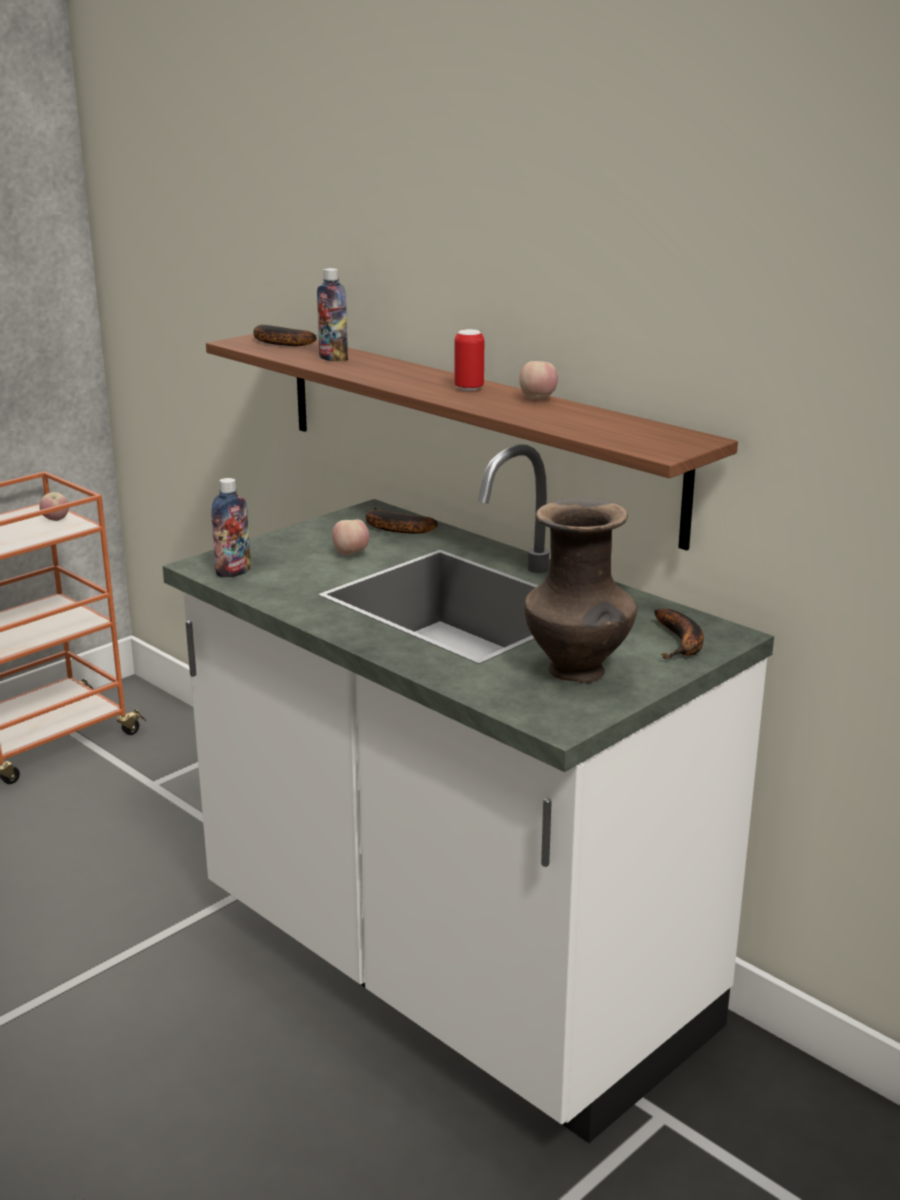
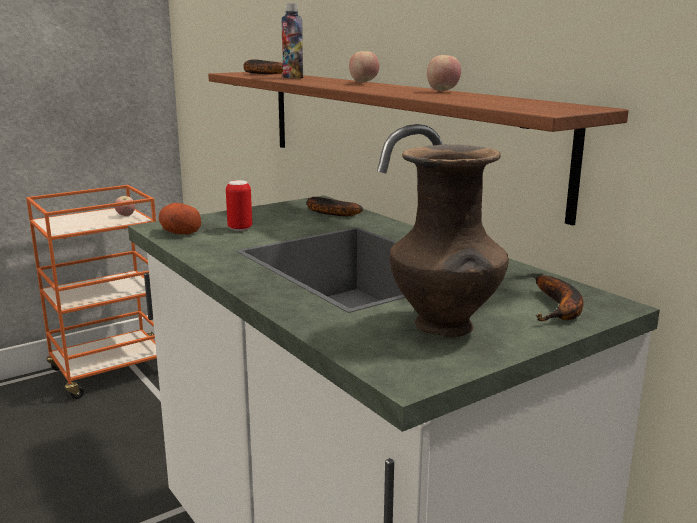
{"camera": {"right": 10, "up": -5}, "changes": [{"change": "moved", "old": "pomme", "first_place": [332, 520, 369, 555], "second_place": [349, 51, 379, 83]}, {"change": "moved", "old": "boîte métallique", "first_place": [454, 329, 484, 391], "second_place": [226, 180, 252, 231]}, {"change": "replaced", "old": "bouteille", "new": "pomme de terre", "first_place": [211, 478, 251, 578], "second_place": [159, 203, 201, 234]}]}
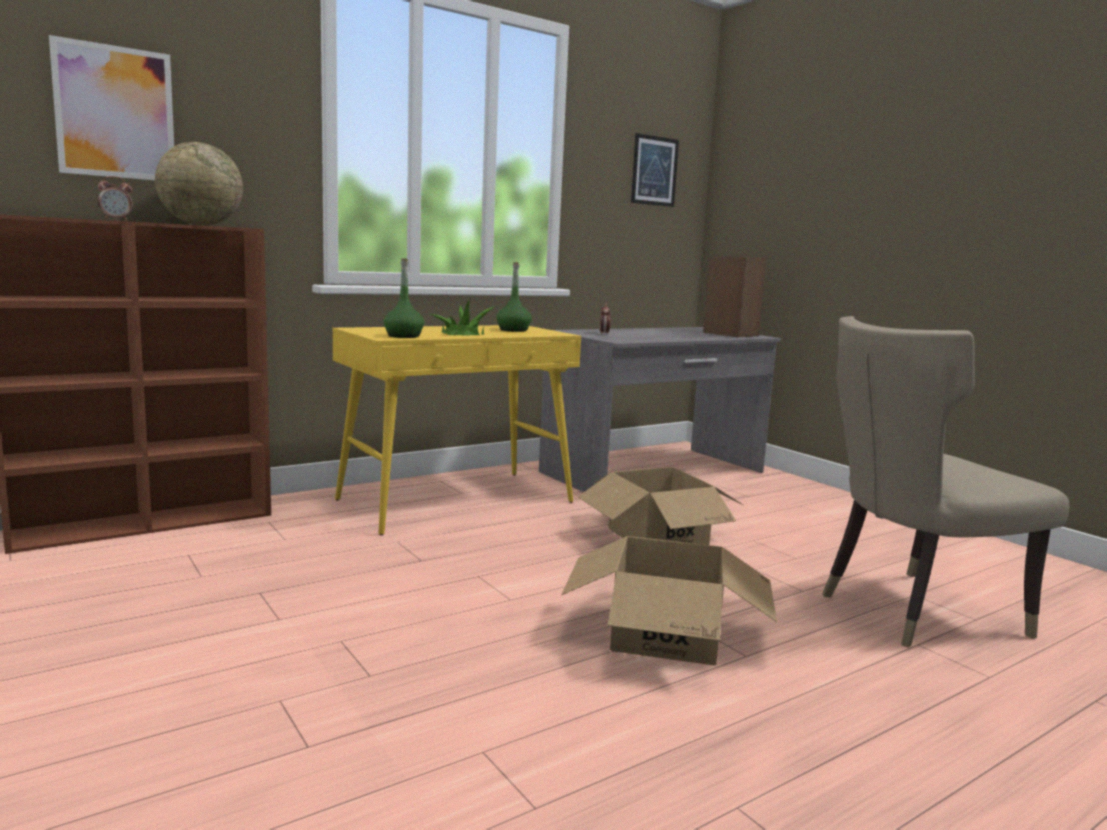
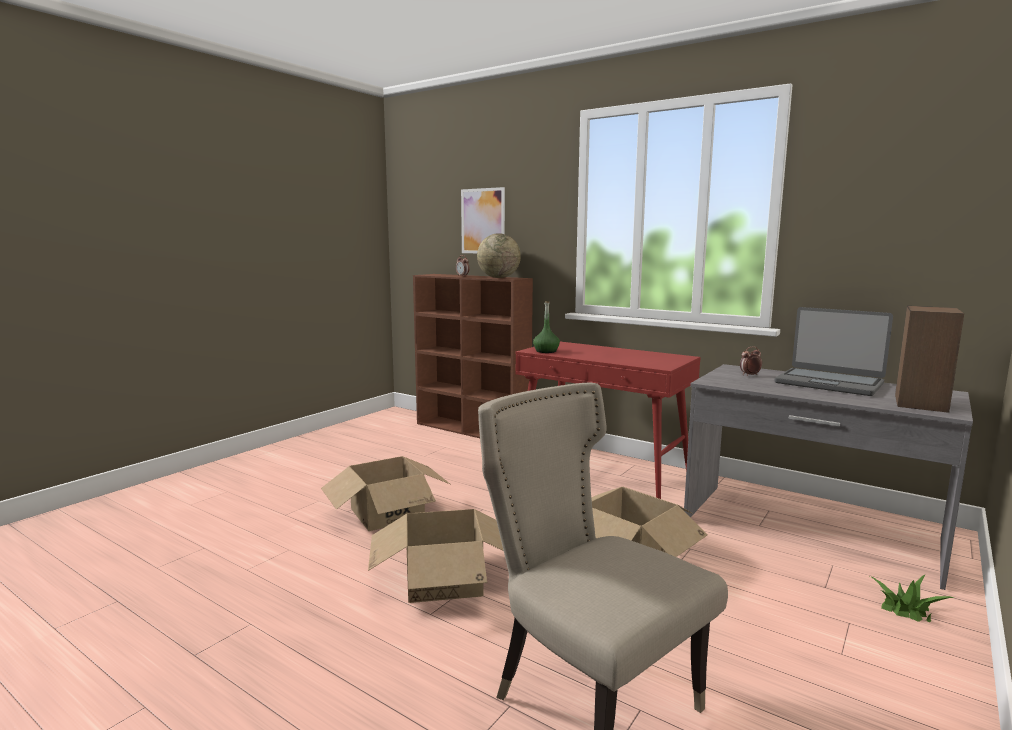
{"camera": {"right": 70, "up": 0}, "changes": [{"change": "removed", "old": "bouteille (vert)", "first_place": [497, 262, 532, 332]}, {"change": "removed", "old": "tableau", "first_place": [631, 133, 679, 207]}, {"change": "added", "new": "carton", "second_place": [321, 456, 450, 531]}, {"change": "added", "new": "ordinateur portable", "second_place": [775, 307, 893, 396]}, {"change": "moved", "old": "plante en pot", "first_place": [430, 299, 494, 336], "second_place": [870, 574, 955, 622]}, {"change": "recoloured", "old": "table console (jaune)", "new": "table console (rouge)", "first_place": [332, 325, 581, 535], "second_place": [515, 342, 700, 499]}]}
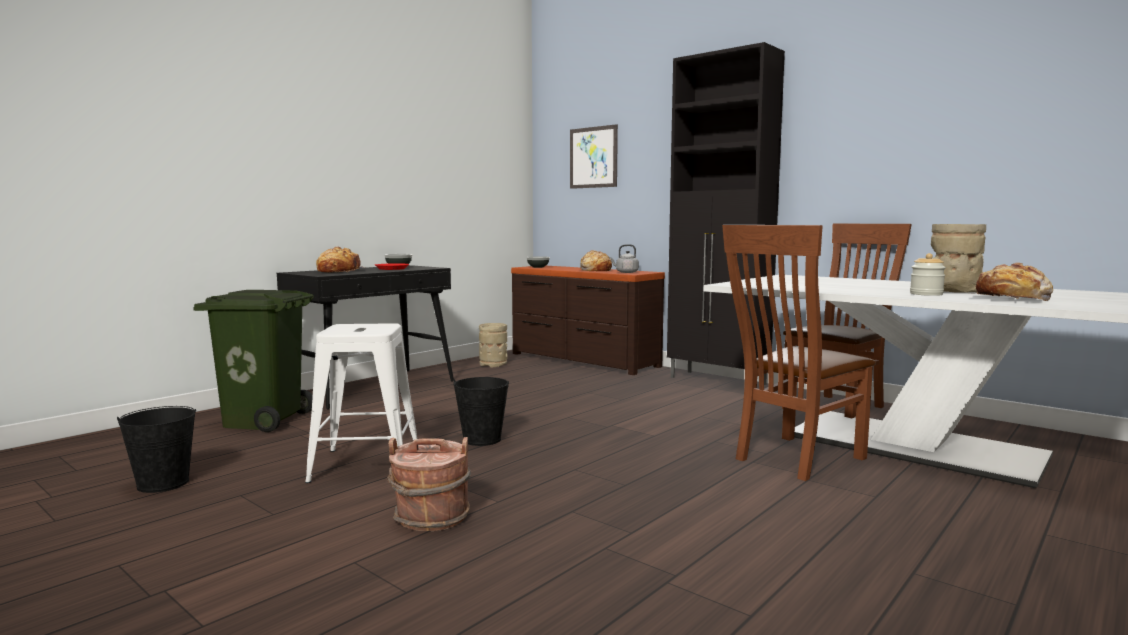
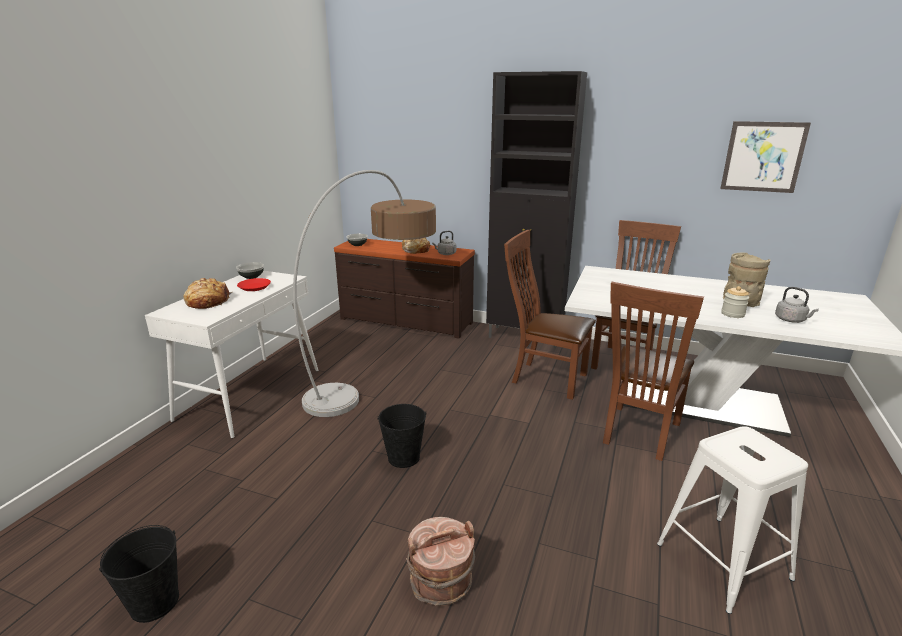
{"camera": {"right": -20, "up": 15}, "changes": [{"change": "removed", "old": "poubelle (vert)", "first_place": [193, 290, 314, 432]}, {"change": "removed", "old": "vase (beige)", "first_place": [479, 323, 508, 367]}, {"change": "added", "new": "lampadaire", "second_place": [293, 170, 436, 417]}, {"change": "added", "new": "chaise (marron)", "second_place": [504, 230, 596, 400]}, {"change": "moved", "old": "tabouret (blanc)", "first_place": [305, 323, 417, 483], "second_place": [657, 426, 808, 614]}, {"change": "moved", "old": "tableau", "first_place": [570, 124, 618, 189], "second_place": [720, 121, 811, 193]}, {"change": "replaced", "old": "pain", "new": "bouilloire (gris)", "first_place": [970, 262, 1053, 301], "second_place": [775, 287, 819, 323]}, {"change": "recoloured", "old": "table console (noir)", "new": "table console (blanc)", "first_place": [277, 265, 454, 410], "second_place": [145, 271, 319, 438]}]}
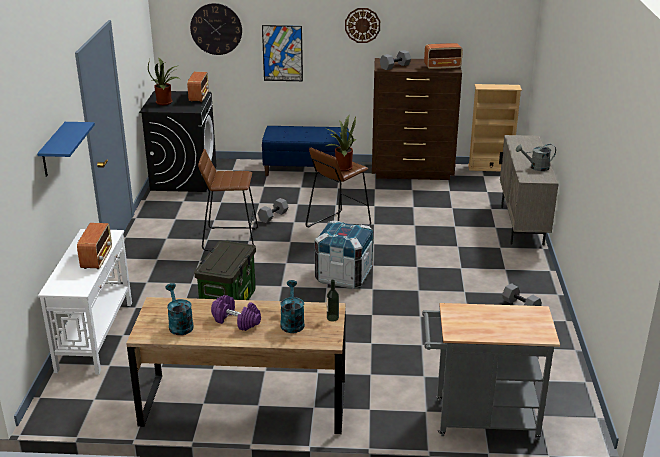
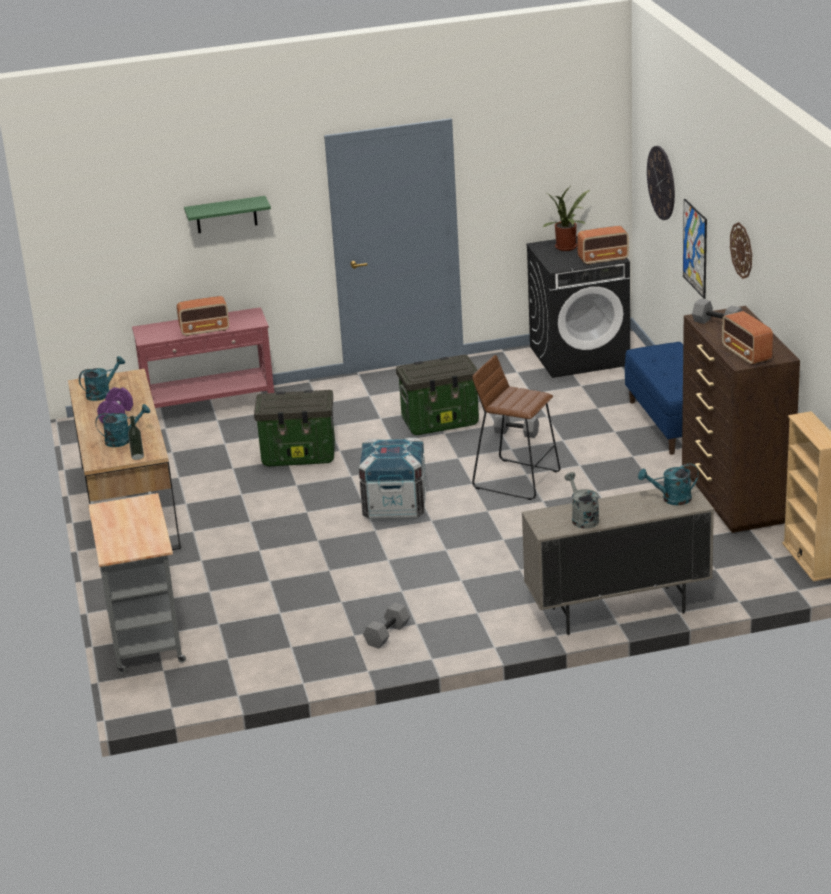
{"camera": {"right": 75, "up": 0}, "changes": [{"change": "removed", "old": "plante en pot", "first_place": [326, 115, 356, 171]}, {"change": "added", "new": "arrosoir (turquoise)", "second_place": [638, 463, 699, 505]}, {"change": "replaced", "old": "tabouret (marron)", "new": "boîte de rangement", "first_place": [198, 149, 258, 251], "second_place": [396, 355, 479, 435]}, {"change": "recoloured", "old": "étagère (bleu)", "new": "étagère (vert)", "first_place": [37, 122, 95, 177], "second_place": [184, 196, 271, 233]}, {"change": "recoloured", "old": "table console (blanc)", "new": "table console (rouge)", "first_place": [38, 229, 132, 375], "second_place": [132, 307, 274, 408]}]}
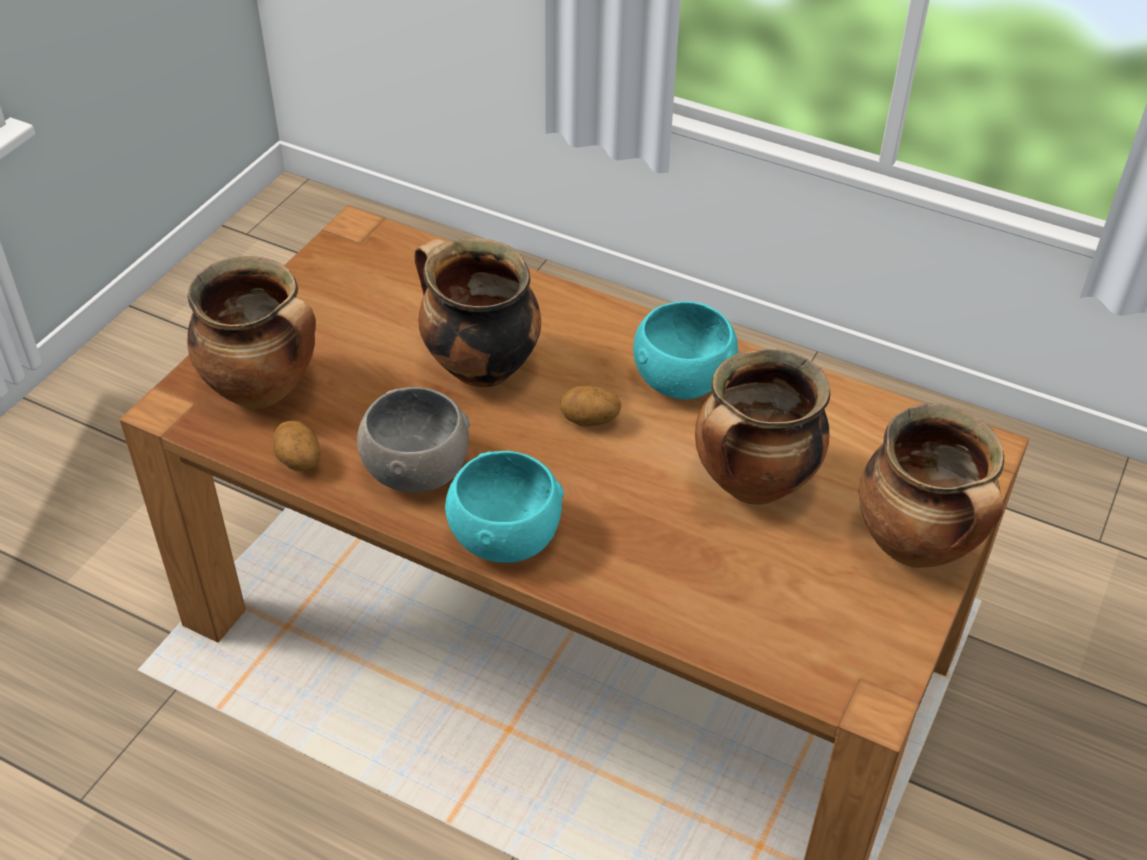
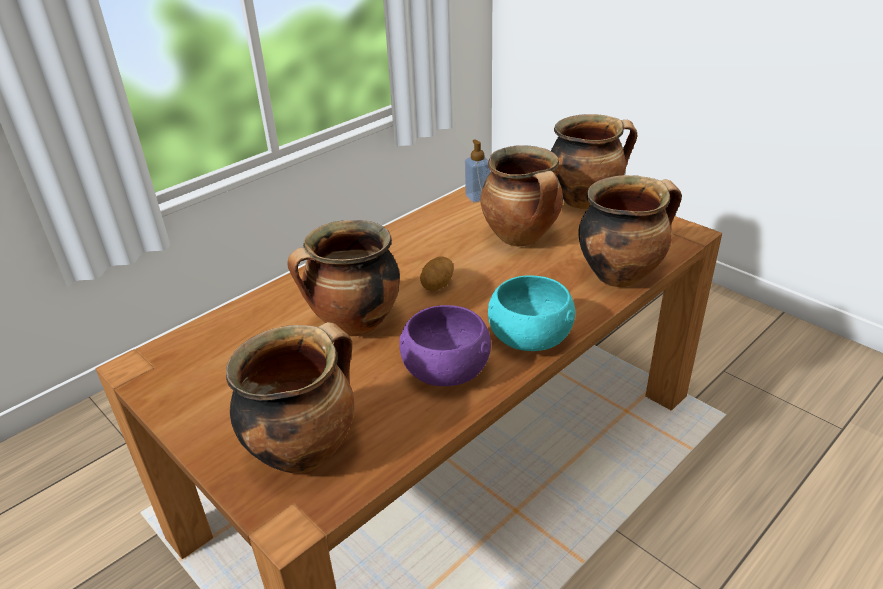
{"camera": {"right": -70, "up": -10}, "changes": [{"change": "removed", "old": "pomme de terre", "first_place": [273, 421, 320, 471]}, {"change": "removed", "old": "bol (turquoise)", "first_place": [633, 301, 738, 399]}, {"change": "added", "new": "distributeur de savon", "second_place": [465, 139, 491, 202]}, {"change": "added", "new": "marmite", "second_place": [579, 175, 682, 287]}, {"change": "recoloured", "old": "bol (gris)", "new": "bol (violet)", "first_place": [357, 387, 470, 493], "second_place": [399, 305, 491, 386]}]}
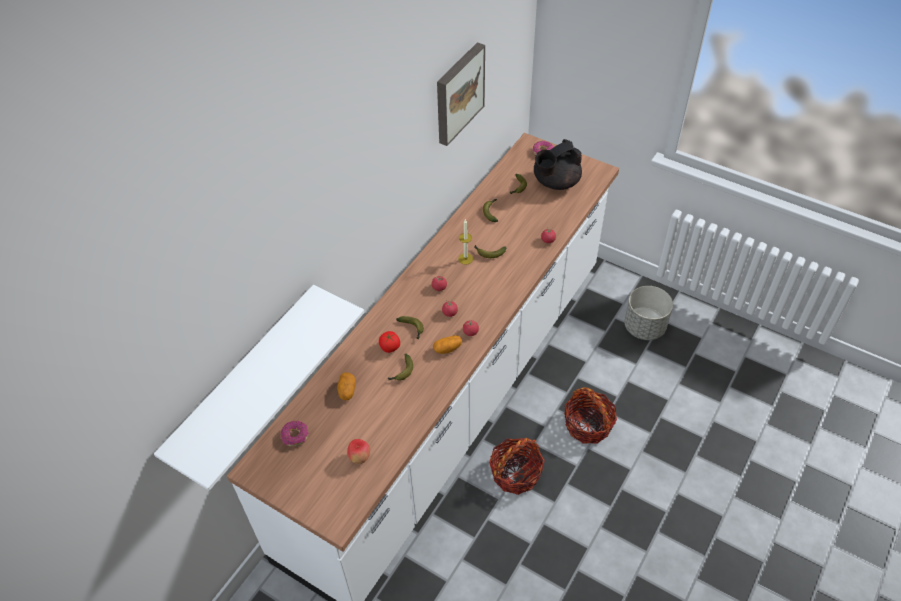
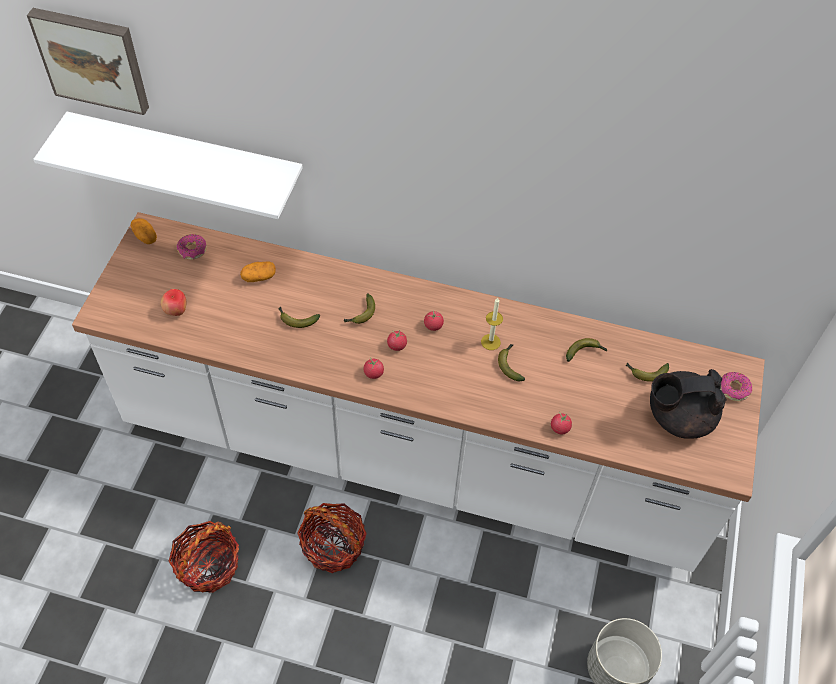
{"camera": {"right": 70, "up": 5}, "changes": [{"change": "removed", "old": "tomate", "first_place": [379, 331, 400, 353]}, {"change": "moved", "old": "pomme de terre", "first_place": [433, 335, 462, 354], "second_place": [131, 218, 157, 244]}, {"change": "moved", "old": "tableau", "first_place": [437, 42, 485, 146], "second_place": [27, 8, 149, 115]}, {"change": "moved", "old": "panier", "first_place": [564, 387, 617, 444], "second_place": [168, 521, 239, 593]}, {"change": "turned", "old": "théière (noir)", "first_place": [534, 139, 582, 190], "second_place": [650, 369, 727, 439], "degrees": -45}]}
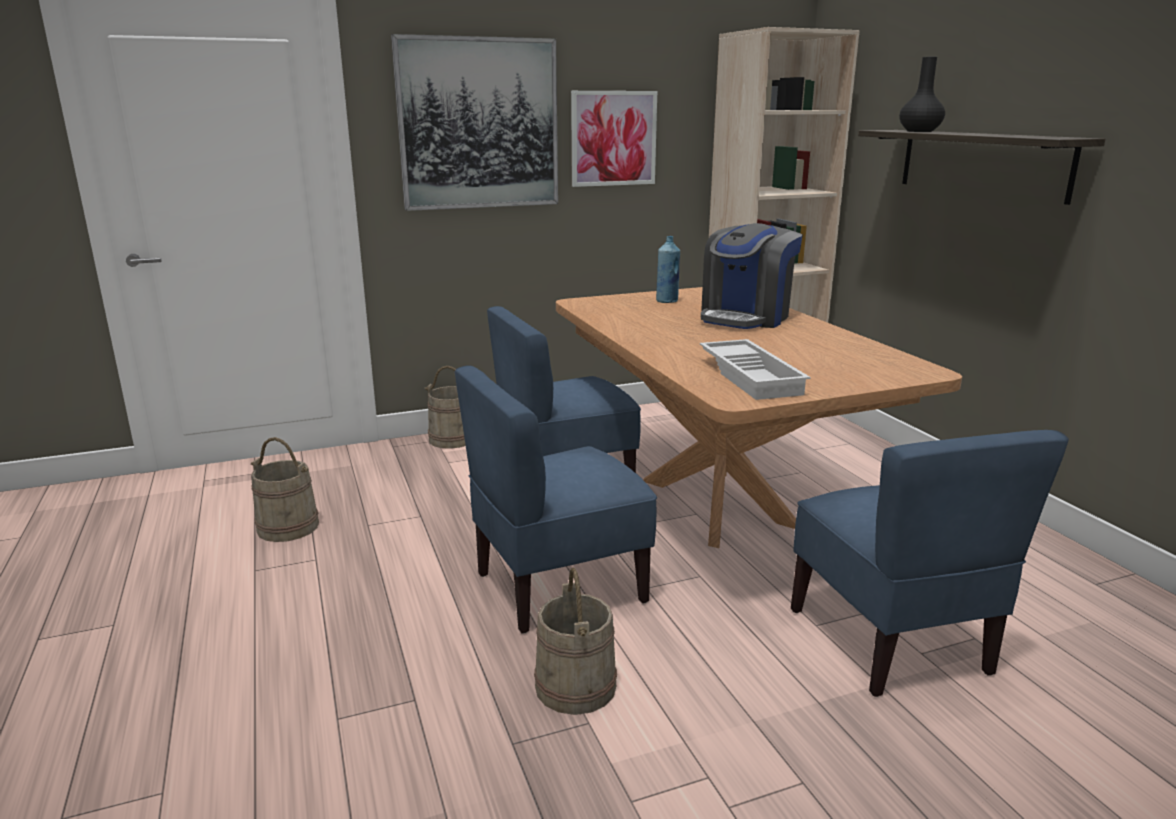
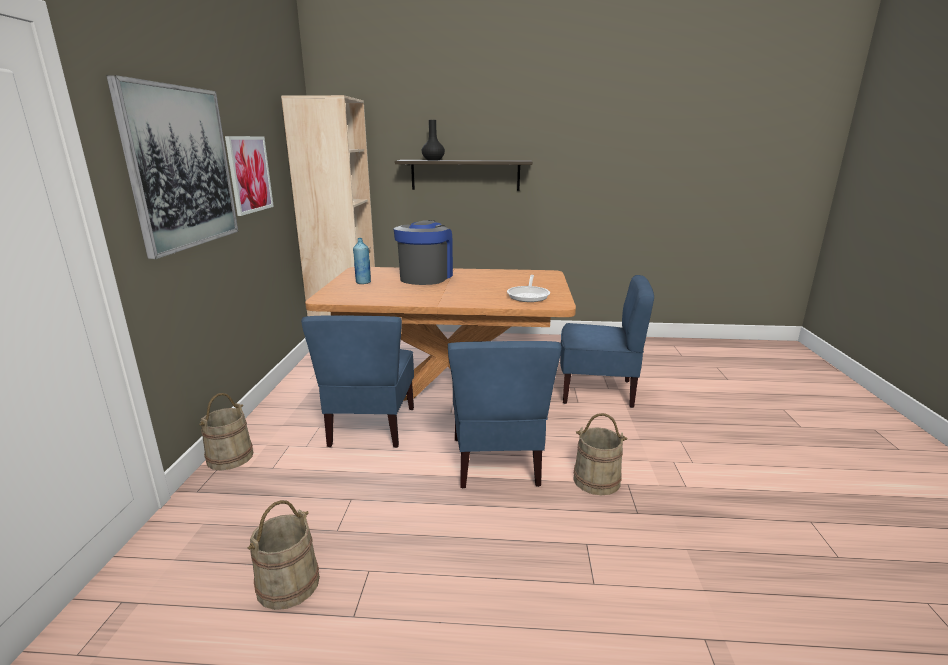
{"camera": {"right": -65, "up": 0}, "changes": [{"change": "replaced", "old": "plateau (blanc)", "new": "poêle", "first_place": [700, 339, 810, 400], "second_place": [507, 275, 550, 302]}, {"change": "turned", "old": "machine à café", "first_place": [701, 223, 803, 329], "second_place": [394, 220, 453, 285], "degrees": -135}]}
